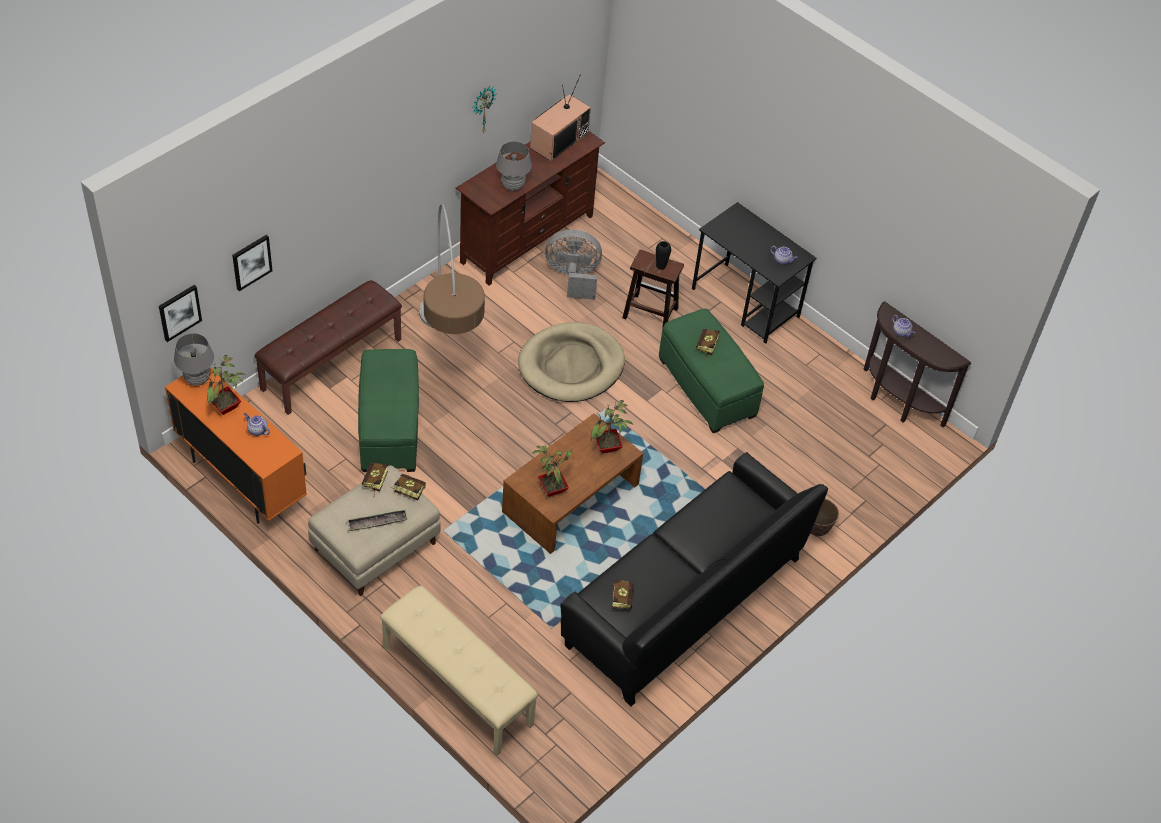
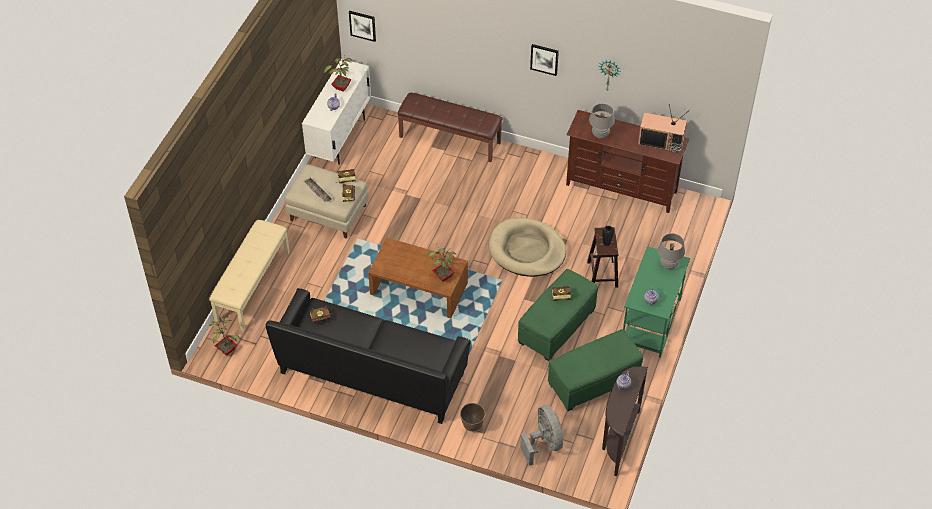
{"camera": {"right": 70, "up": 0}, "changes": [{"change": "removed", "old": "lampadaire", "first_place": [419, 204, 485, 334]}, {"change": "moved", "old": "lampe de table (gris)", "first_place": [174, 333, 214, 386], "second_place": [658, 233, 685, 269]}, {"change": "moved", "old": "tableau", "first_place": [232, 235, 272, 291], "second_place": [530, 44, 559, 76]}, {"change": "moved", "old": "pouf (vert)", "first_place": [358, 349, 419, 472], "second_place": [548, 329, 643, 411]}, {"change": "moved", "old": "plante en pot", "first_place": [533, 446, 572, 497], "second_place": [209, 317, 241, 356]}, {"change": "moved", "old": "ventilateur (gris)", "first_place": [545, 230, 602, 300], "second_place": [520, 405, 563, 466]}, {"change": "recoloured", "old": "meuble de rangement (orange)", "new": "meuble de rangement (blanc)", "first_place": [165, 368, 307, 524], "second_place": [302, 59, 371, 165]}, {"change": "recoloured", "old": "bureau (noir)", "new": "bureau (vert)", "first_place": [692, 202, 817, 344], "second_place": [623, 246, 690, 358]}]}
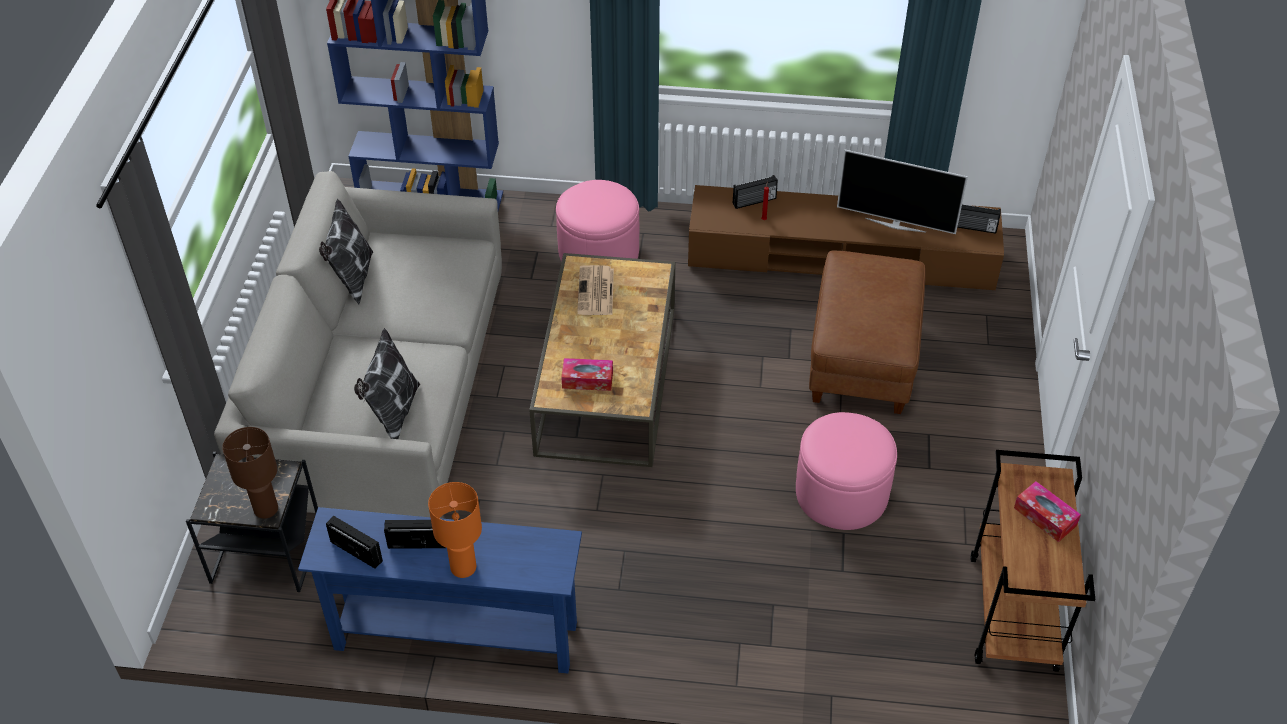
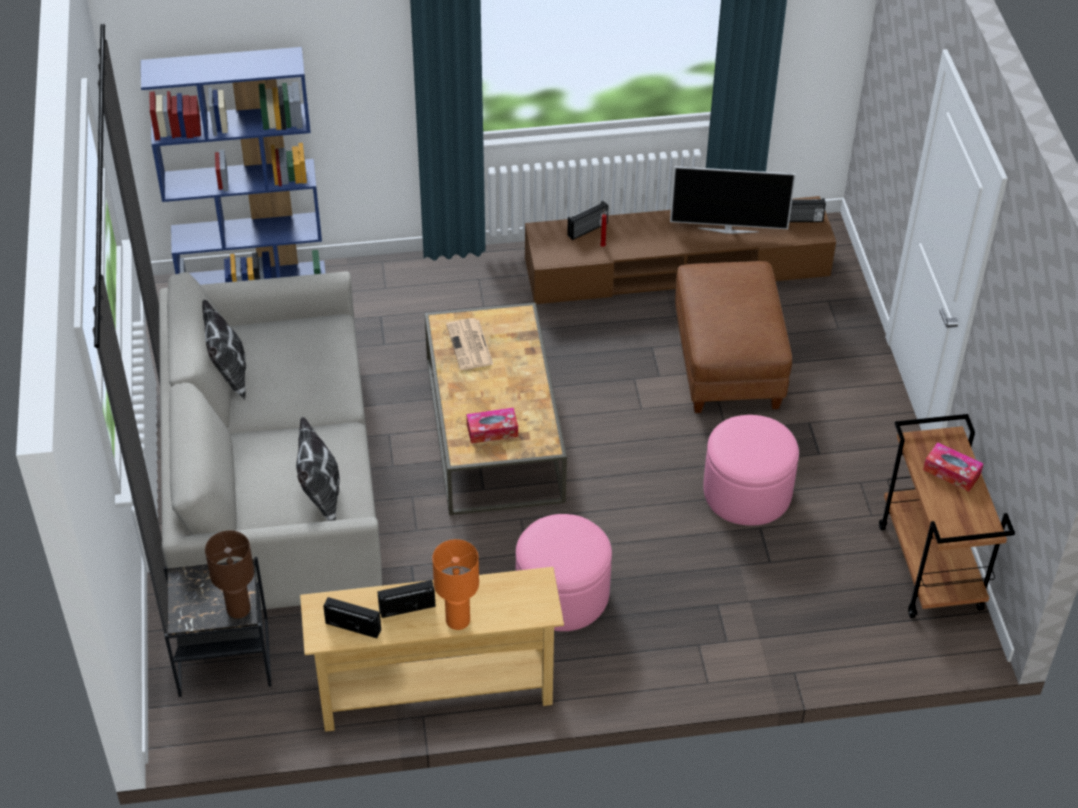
{"camera": {"right": -15, "up": 0}, "changes": [{"change": "moved", "old": "pouf (rose)", "first_place": [556, 180, 639, 262], "second_place": [516, 514, 612, 631]}, {"change": "recoloured", "old": "table console (bleu)", "new": "table console (beige)", "first_place": [298, 507, 582, 674], "second_place": [300, 567, 564, 732]}]}
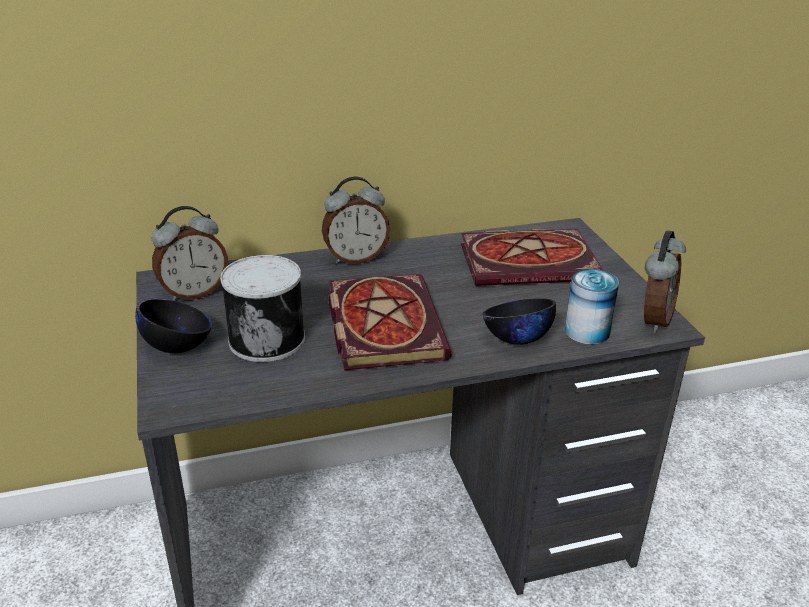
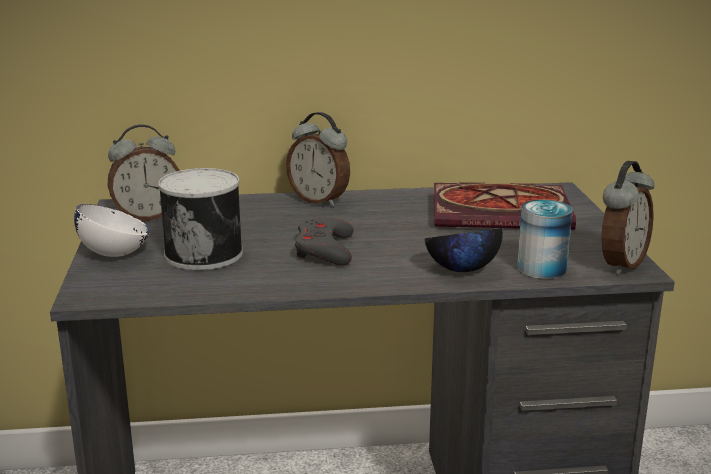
{"camera": {"right": 10, "up": -10}, "changes": [{"change": "replaced", "old": "livre", "new": "manette (gris)", "first_place": [329, 274, 452, 371], "second_place": [295, 218, 354, 266]}, {"change": "recoloured", "old": "bol (noir)", "new": "bol (blanc)", "first_place": [135, 298, 212, 353], "second_place": [74, 204, 150, 257]}, {"change": "turned", "old": "réveil", "first_place": [322, 177, 390, 264], "second_place": [286, 112, 350, 207], "degrees": 45}]}
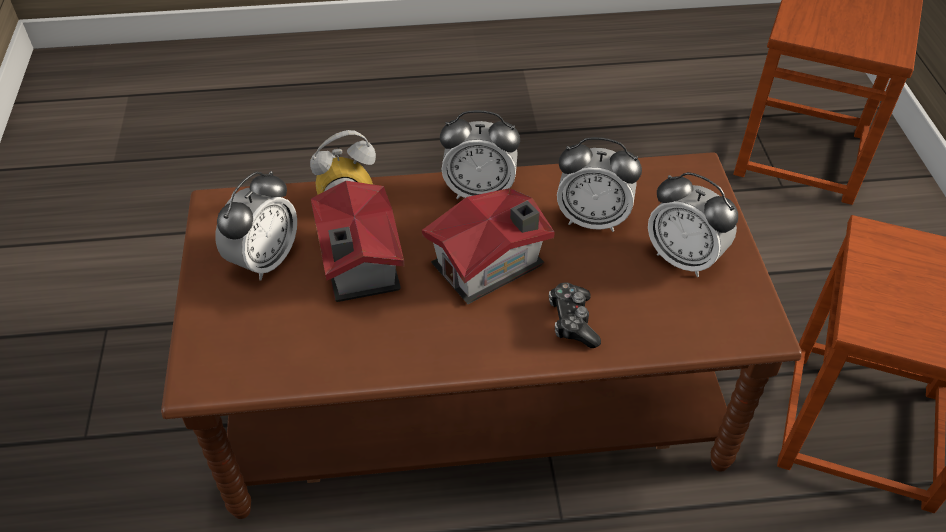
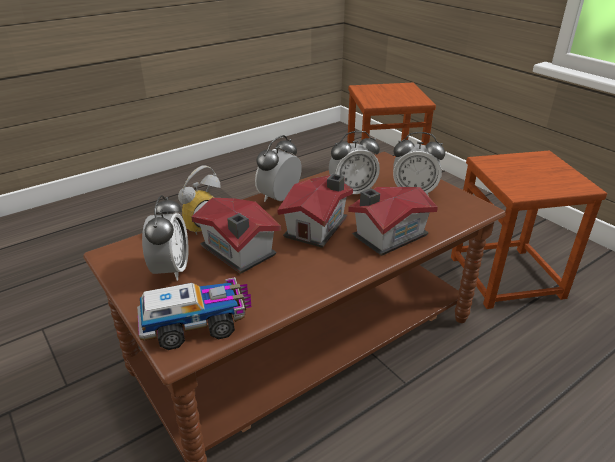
{"camera": {"right": -30, "up": -15}, "changes": [{"change": "added", "new": "camion jouet", "second_place": [137, 277, 251, 350]}, {"change": "replaced", "old": "manette", "new": "maison miniature", "first_place": [549, 282, 601, 348], "second_place": [348, 187, 438, 256]}, {"change": "turned", "old": "réveil", "first_place": [440, 110, 520, 199], "second_place": [255, 135, 302, 202], "degrees": 150}]}
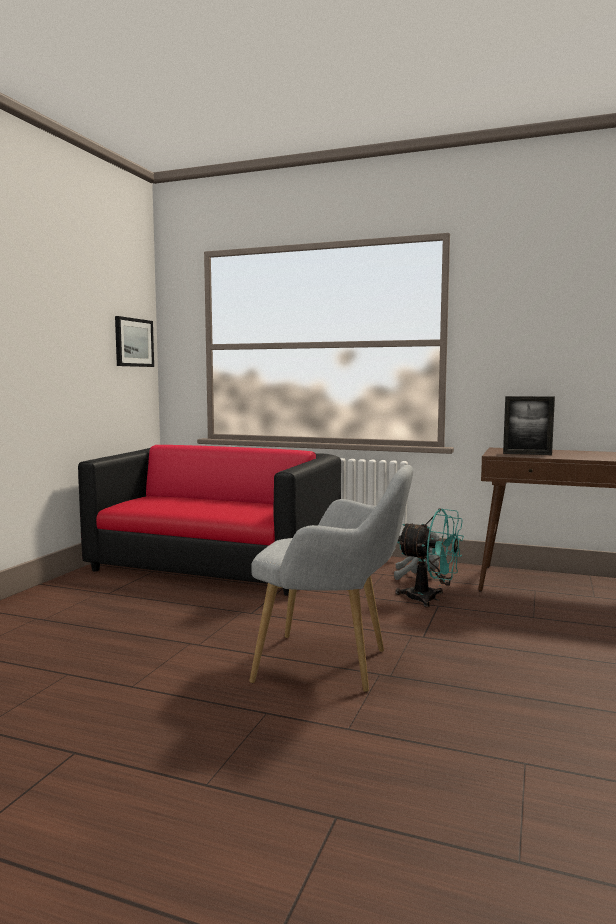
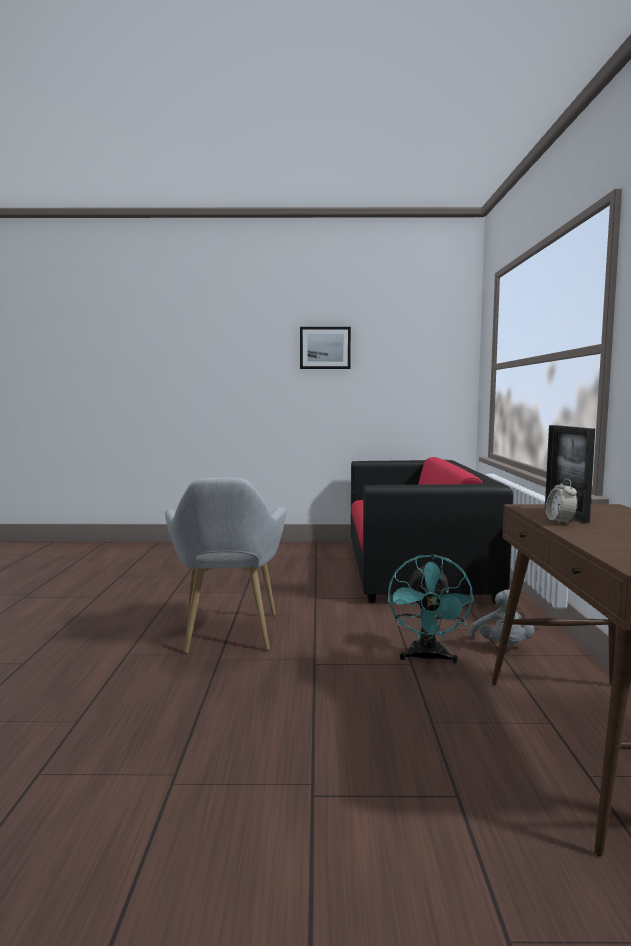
{"camera": {"right": 70, "up": 0}, "changes": [{"change": "added", "new": "réveil", "second_place": [546, 479, 578, 524]}, {"change": "moved", "old": "tableau", "first_place": [115, 316, 154, 367], "second_place": [300, 327, 351, 369]}]}
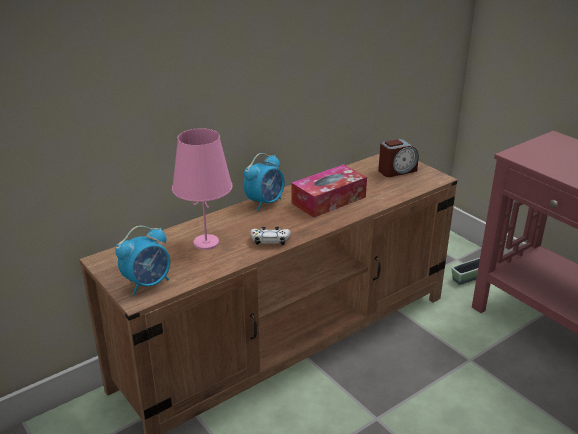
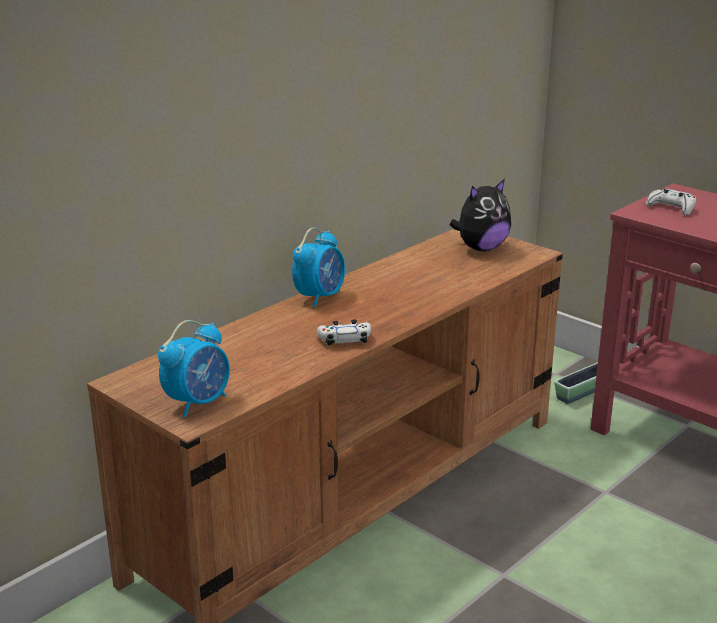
{"camera": {"right": -10, "up": -5}, "changes": [{"change": "removed", "old": "lampe de table (rose)", "first_place": [172, 128, 233, 250]}, {"change": "removed", "old": "boîte à mouchoirs", "first_place": [291, 164, 367, 218]}, {"change": "added", "new": "manette (blanc)", "second_place": [646, 188, 696, 216]}, {"change": "replaced", "old": "réveil", "new": "peluche", "first_place": [378, 139, 419, 177], "second_place": [450, 179, 511, 251]}]}
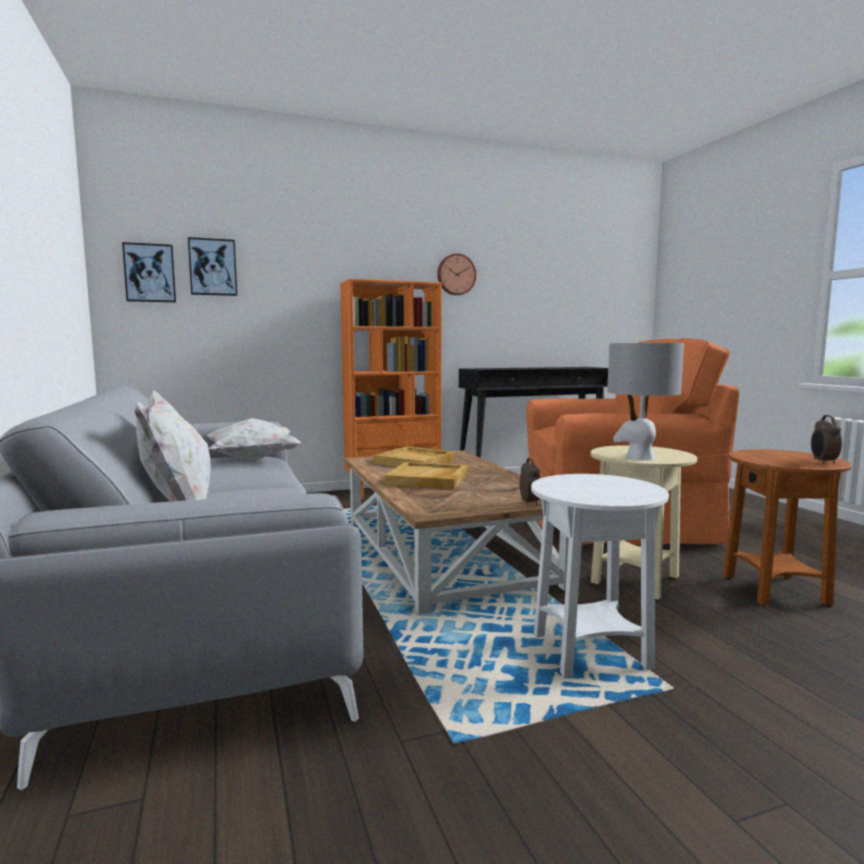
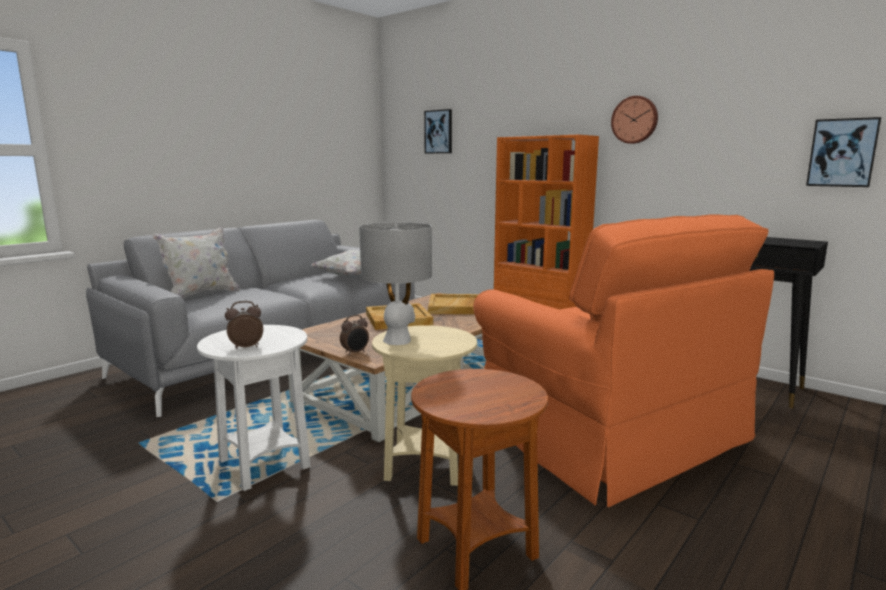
{"camera": {"right": 60, "up": 5}, "changes": [{"change": "moved", "old": "tableau", "first_place": [122, 242, 176, 302], "second_place": [806, 117, 881, 187]}, {"change": "moved", "old": "réveil", "first_place": [811, 415, 842, 464], "second_place": [225, 301, 263, 349]}]}
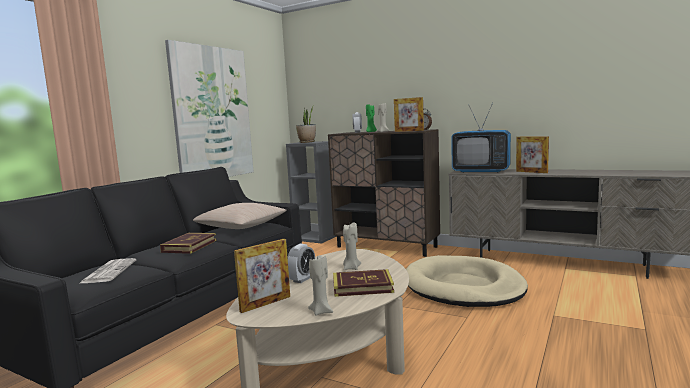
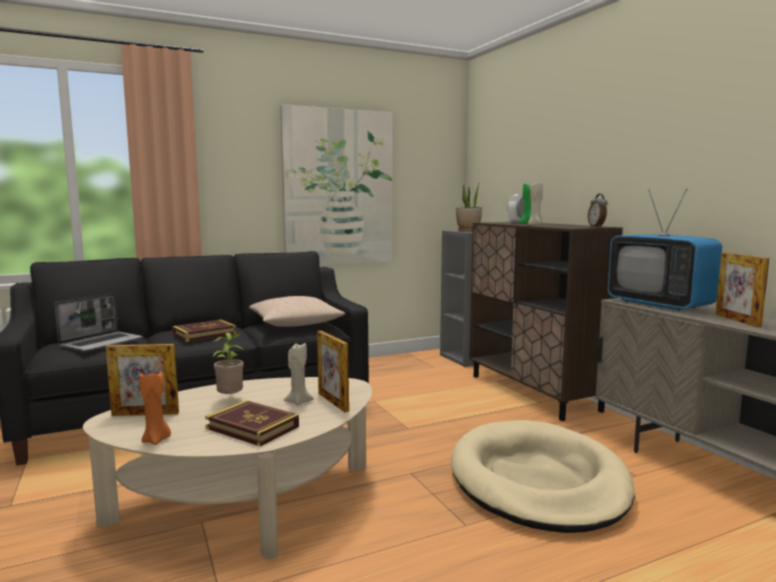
{"camera": {"right": 35, "up": 0}, "changes": [{"change": "moved", "old": "cadre photo", "first_place": [394, 97, 424, 132], "second_place": [317, 330, 349, 412]}, {"change": "replaced", "old": "journal", "new": "ordinateur portable", "first_place": [80, 258, 136, 283], "second_place": [55, 293, 143, 352]}, {"change": "replaced", "old": "réveil", "new": "plante en pot", "first_place": [287, 244, 315, 283], "second_place": [213, 332, 244, 394]}, {"change": "recoloured", "old": "bougie (beige)", "new": "bougie (orange)", "first_place": [308, 255, 333, 316], "second_place": [139, 372, 171, 445]}]}
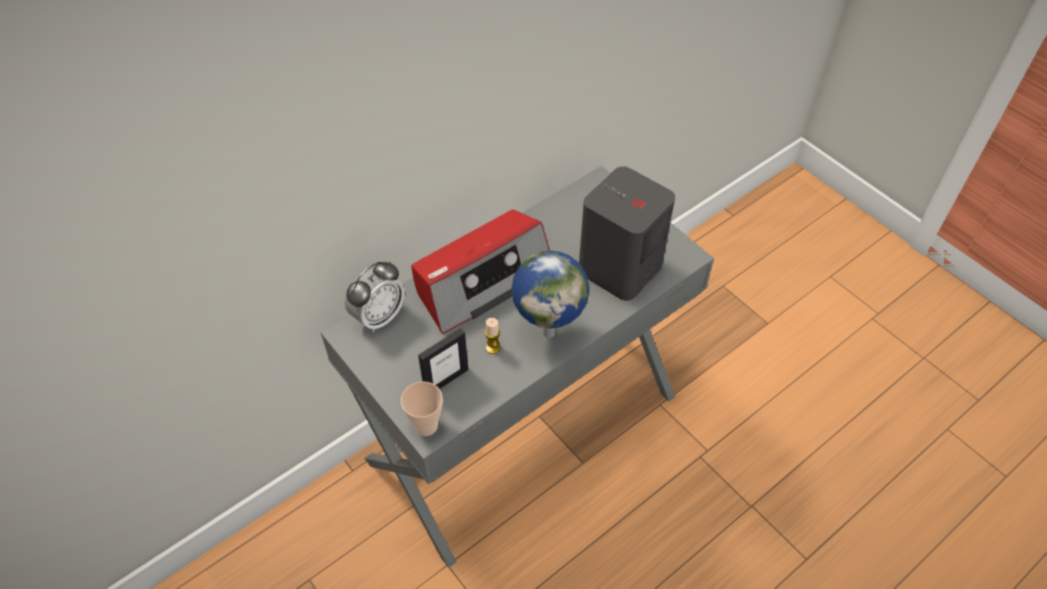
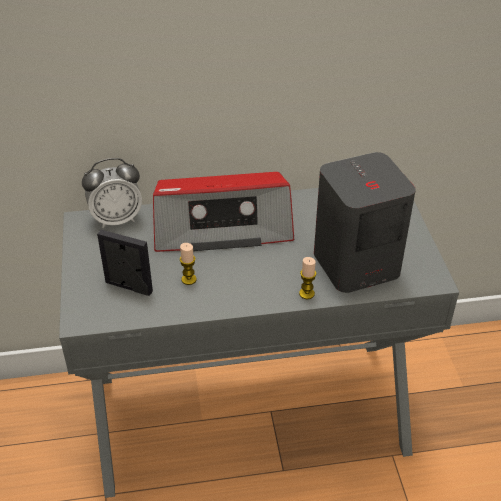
{"camera": {"right": 30, "up": -10}, "changes": [{"change": "removed", "old": "tasse", "first_place": [400, 381, 443, 436]}, {"change": "removed", "old": "globe", "first_place": [511, 251, 589, 338]}, {"change": "added", "new": "bougie", "second_place": [299, 257, 316, 299]}, {"change": "turned", "old": "cadre photo", "first_place": [418, 328, 468, 389], "second_place": [97, 230, 153, 296], "degrees": -150}]}
